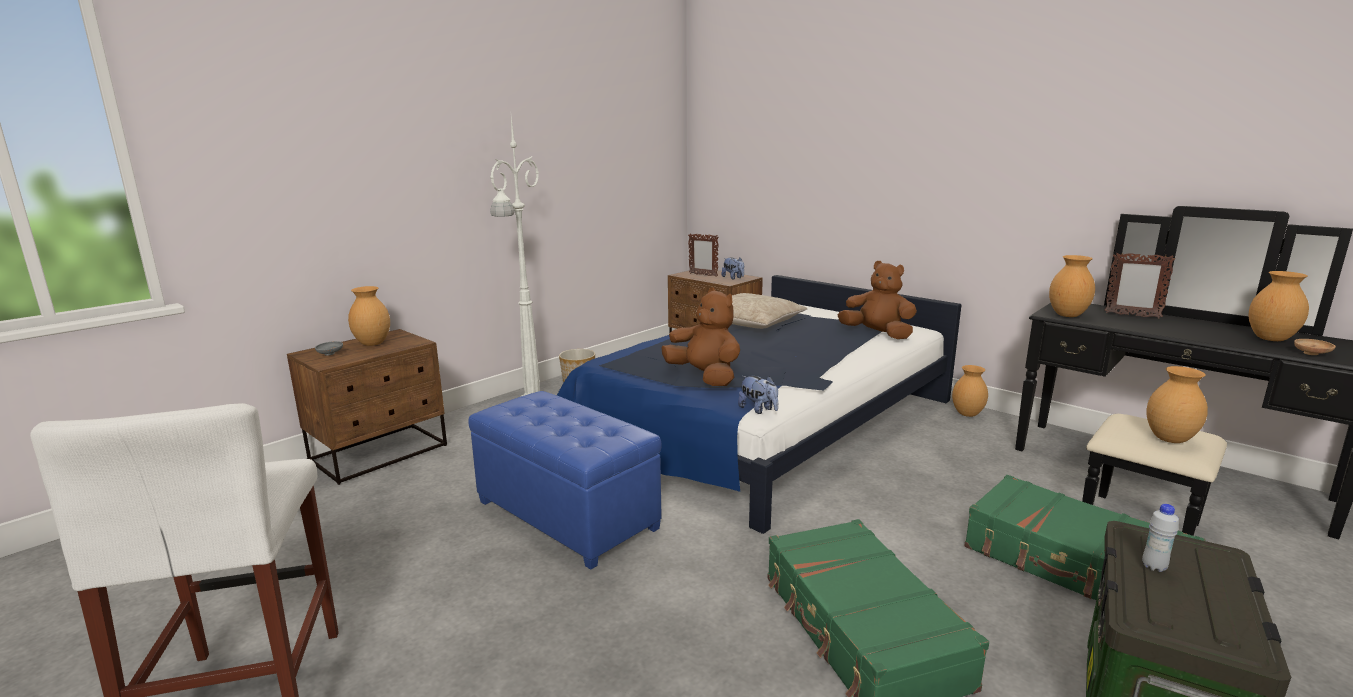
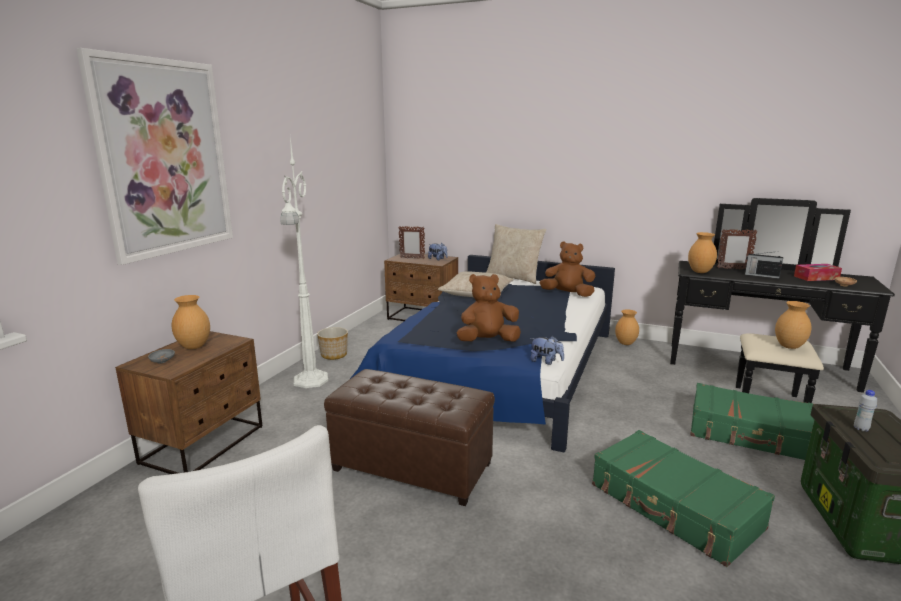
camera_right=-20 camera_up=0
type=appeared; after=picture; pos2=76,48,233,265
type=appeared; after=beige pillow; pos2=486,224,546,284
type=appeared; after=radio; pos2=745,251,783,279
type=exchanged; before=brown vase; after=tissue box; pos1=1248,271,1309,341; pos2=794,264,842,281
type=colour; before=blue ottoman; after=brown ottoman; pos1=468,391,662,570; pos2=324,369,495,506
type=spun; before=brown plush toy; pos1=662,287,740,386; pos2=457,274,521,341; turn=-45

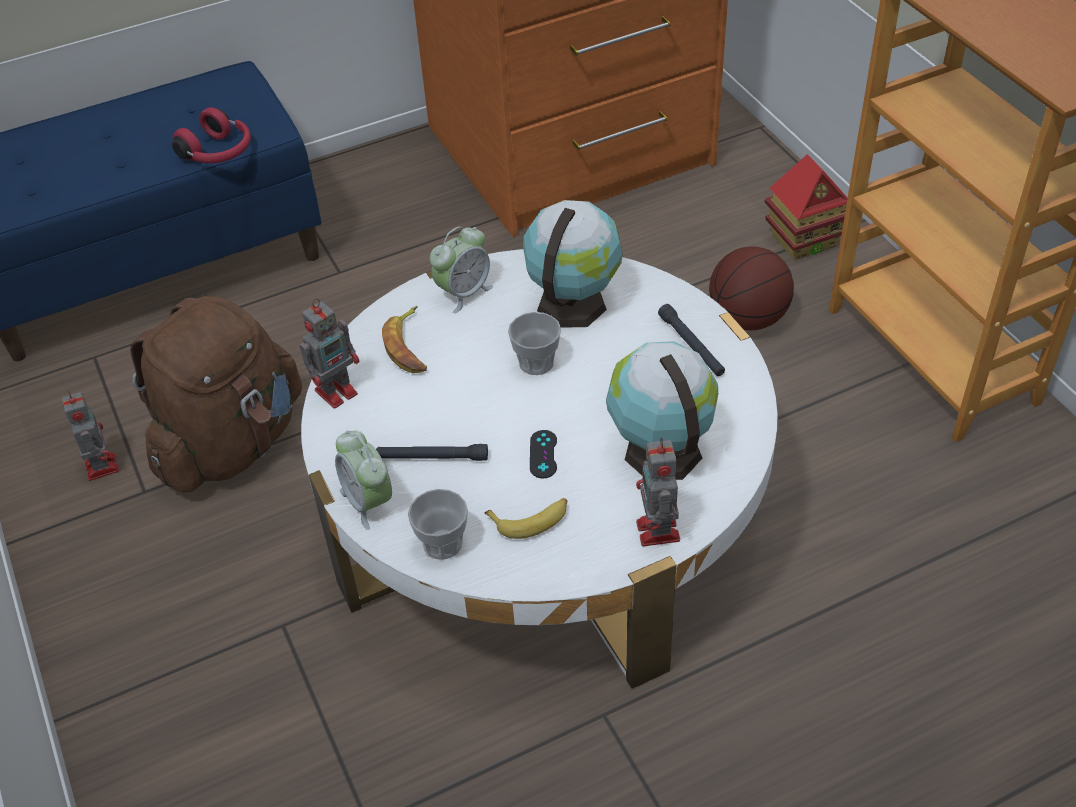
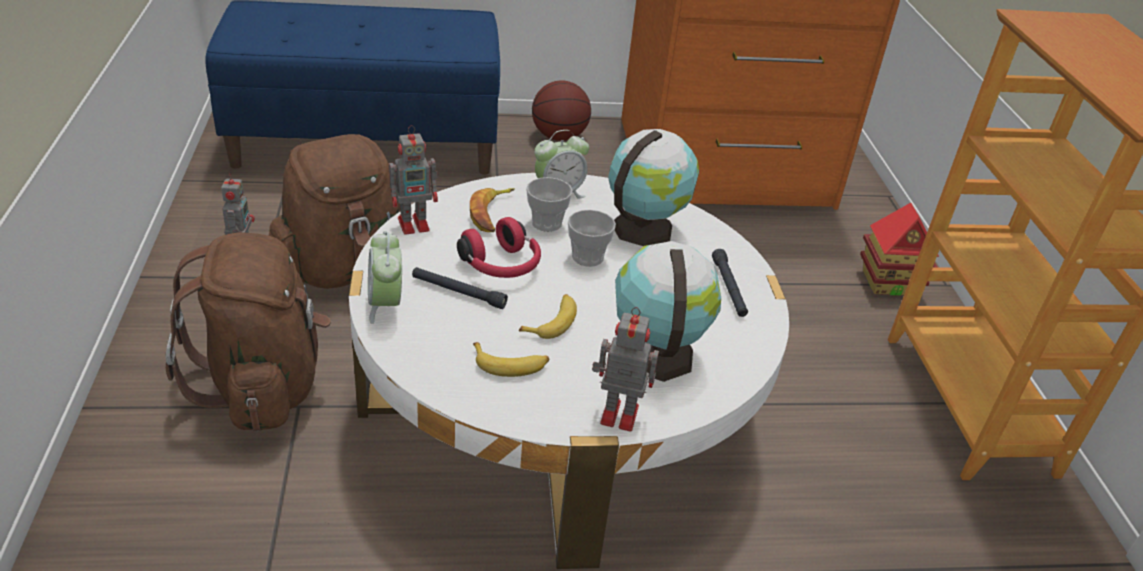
camera_right=15 camera_up=-10
type=appeared; after=brown backpack; pos2=165,232,331,431
type=relocated; before=red headphones; pos1=172,107,251,163; pos2=457,217,541,278
type=relocated; before=cup; pos1=408,489,468,560; pos2=526,177,572,232
type=relocated; before=basketball; pos1=709,246,794,330; pos2=532,80,591,141
type=exchanged; before=black game controller; after=banana; pos1=530,430,557,478; pos2=519,294,577,339
type=spun; before=toy robot; pos1=636,437,680,546; pos2=592,307,659,431; turn=90

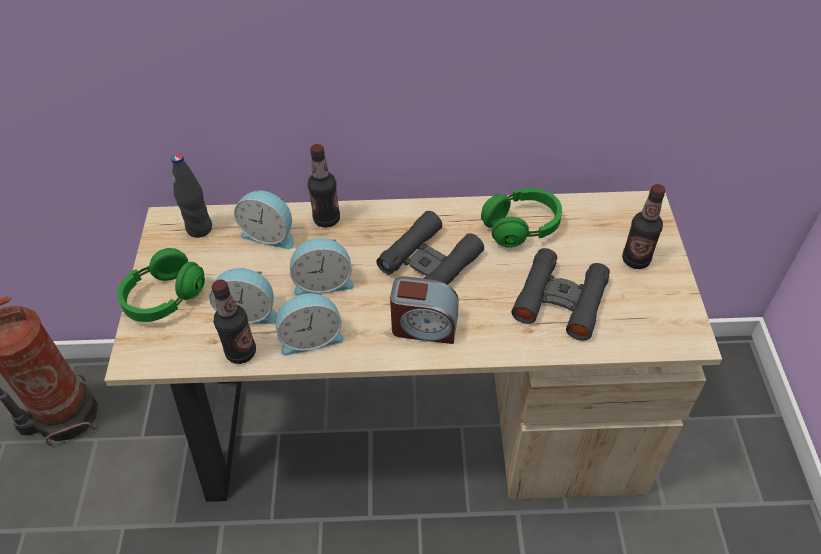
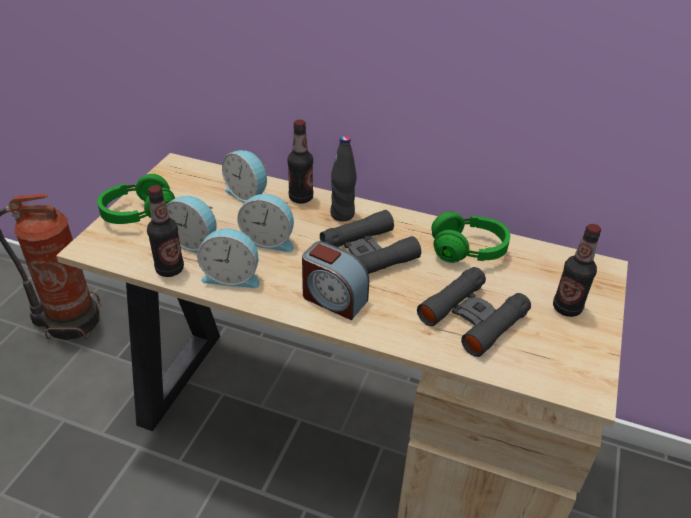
camera_right=20 camera_up=-10
type=relocated; before=black bottle; pos1=171,154,212,238; pos2=330,136,357,221

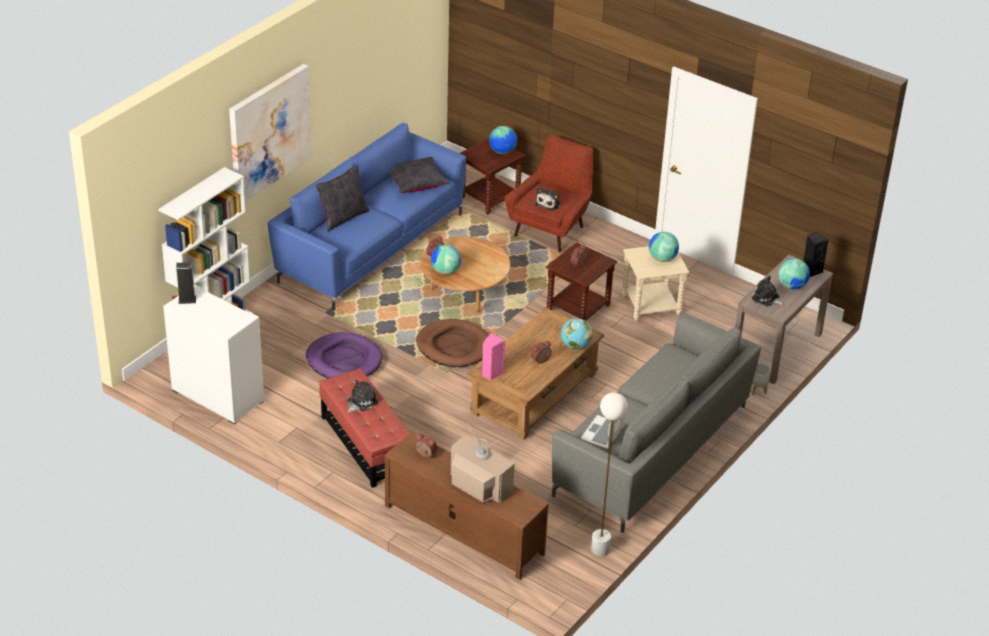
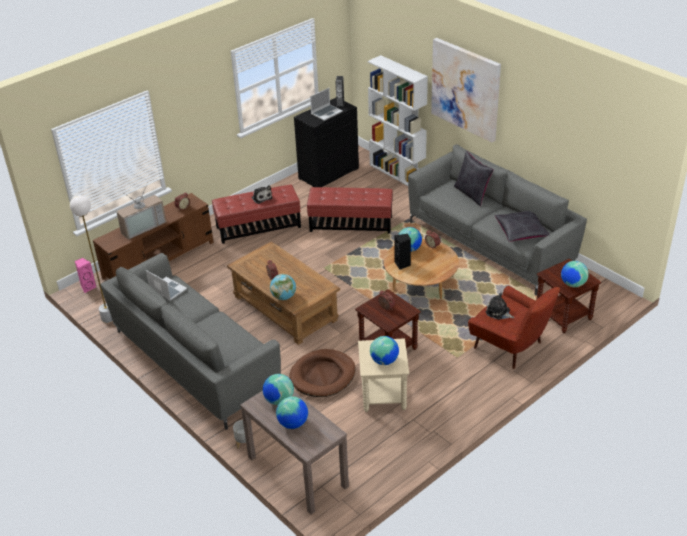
camera_right=105 camera_up=0
type=appeared; after=laptop; pos2=310,88,343,121
type=relocated; before=brown dog bed; pos1=416,319,489,367; pos2=289,349,355,397
type=relocated; before=pink speaker; pos1=482,333,505,381; pos2=75,258,97,293
type=relocated; before=black speaker; pos1=803,232,829,277; pos2=394,234,411,270
type=exchanged; before=purple dog bed; after=red ottoman; pos1=306,332,383,378; pos2=307,187,393,233
type=exchanged; before=plush toy; after=globe; pos1=751,275,785,306; pos2=263,374,294,405
type=colour; before=white cabinet; after=black cabinet; pos1=163,285,264,424; pos2=294,98,359,187
type=colour; before=blue sofa; after=grey sofa; pos1=268,123,466,311; pos2=408,144,587,296

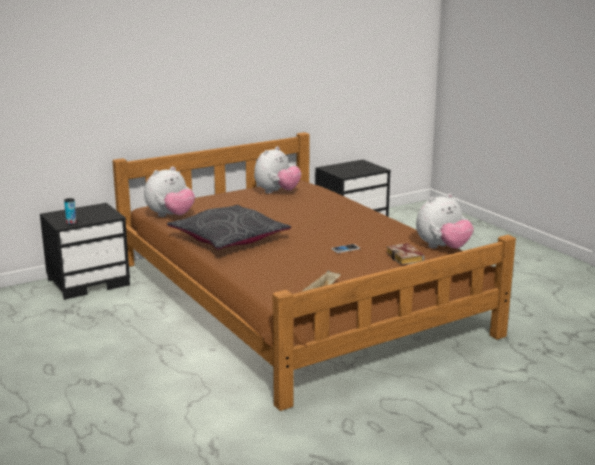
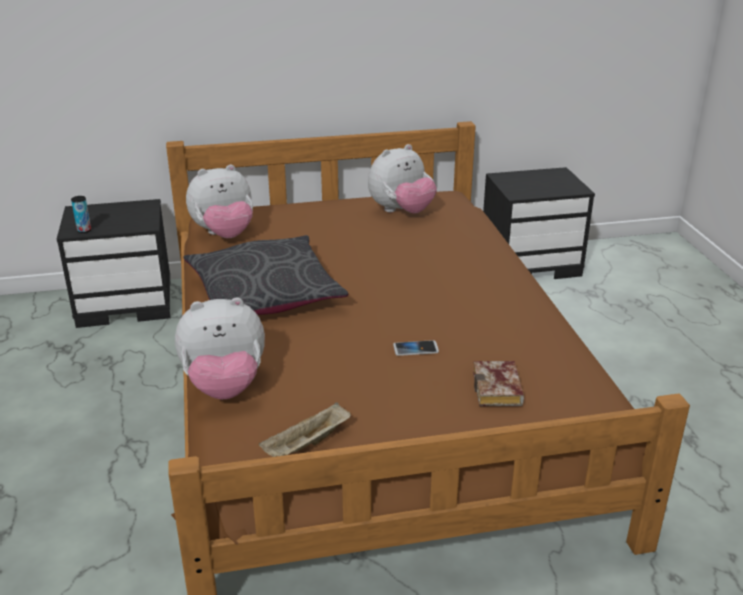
camera_right=20 camera_up=10
type=relocated; before=plush toy; pos1=416,193,474,249; pos2=175,297,265,399

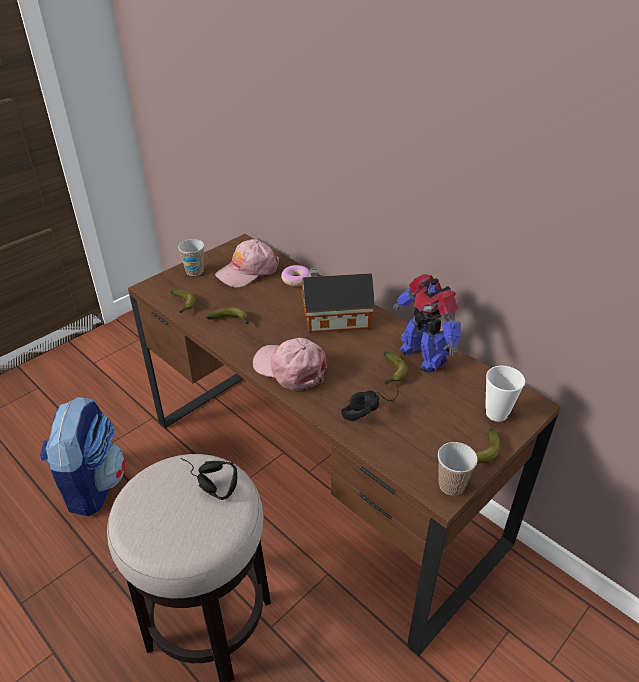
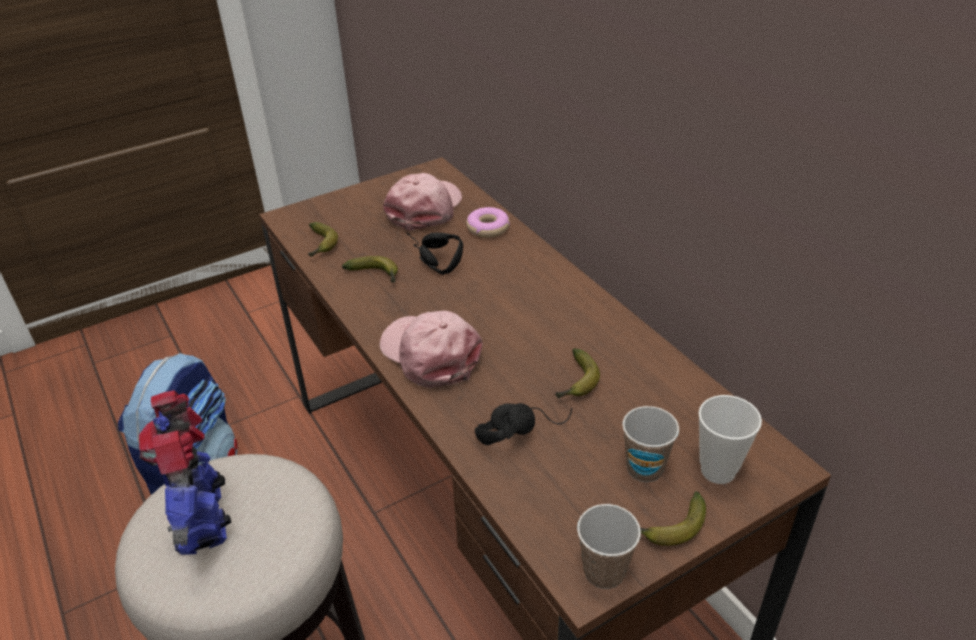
camera_right=15 camera_up=0
type=missing; before=toy house; pos1=301,268,375,333
type=relocated; before=cup; pos1=178,239,204,276; pos2=622,406,679,482
type=relocated; before=black headphones; pos1=181,458,237,500; pos2=406,232,463,275
type=relocated; before=toy robot; pos1=393,274,461,373; pos2=138,390,231,555
type=spun; before=pink cap; pos1=215,239,279,288; pos2=383,173,462,231; turn=135

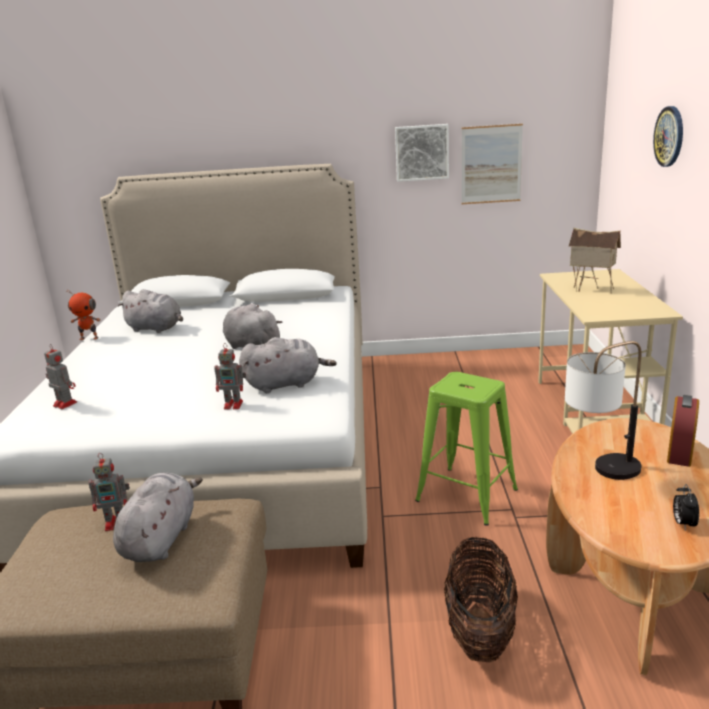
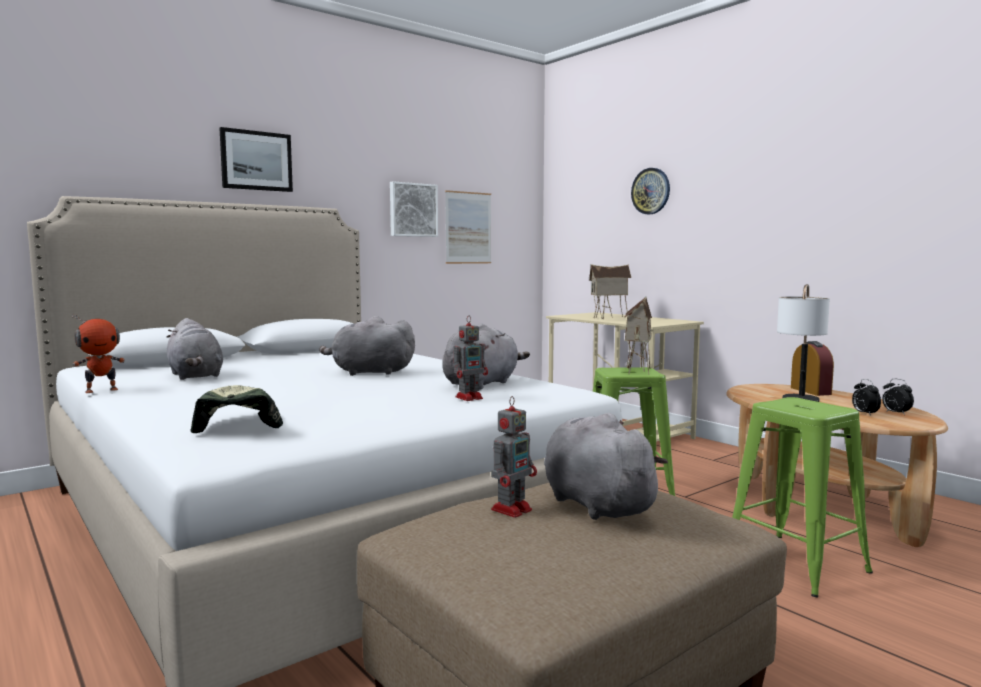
camera_right=-40 camera_up=-15
type=appeared; after=picture; pos2=219,127,293,192
type=appeared; after=toy house; pos2=624,297,652,374
type=appeared; after=alarm clock; pos2=852,379,881,416
type=exchanged; before=toy robot; after=cap; pos1=44,345,77,409; pos2=191,385,283,433
type=exchanged; before=basket; after=green stool; pos1=444,537,518,663; pos2=732,397,873,597
type=spun; before=grey plush toy; pos1=118,289,183,333; pos2=167,318,223,380; turn=75

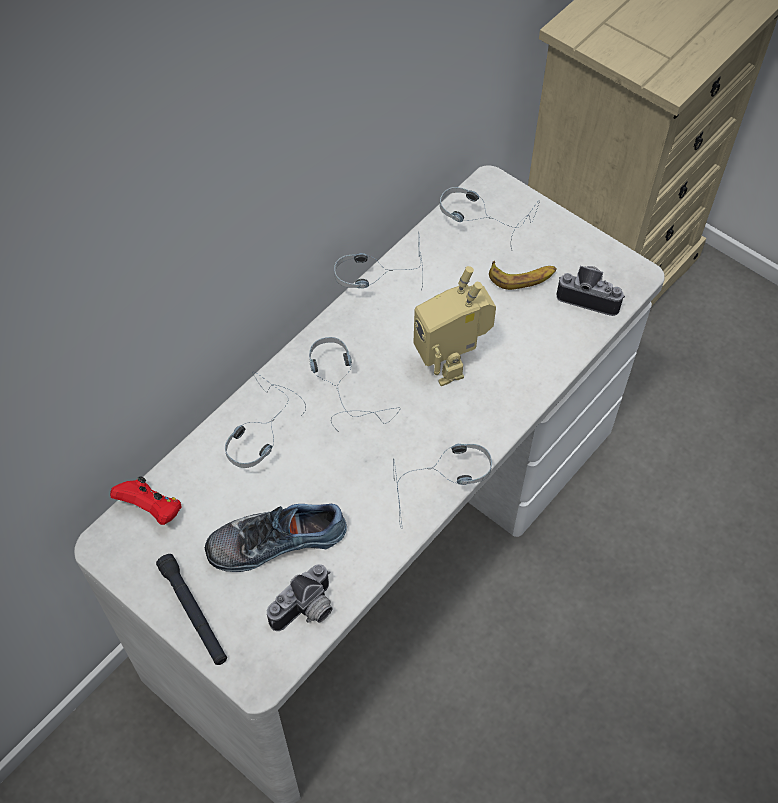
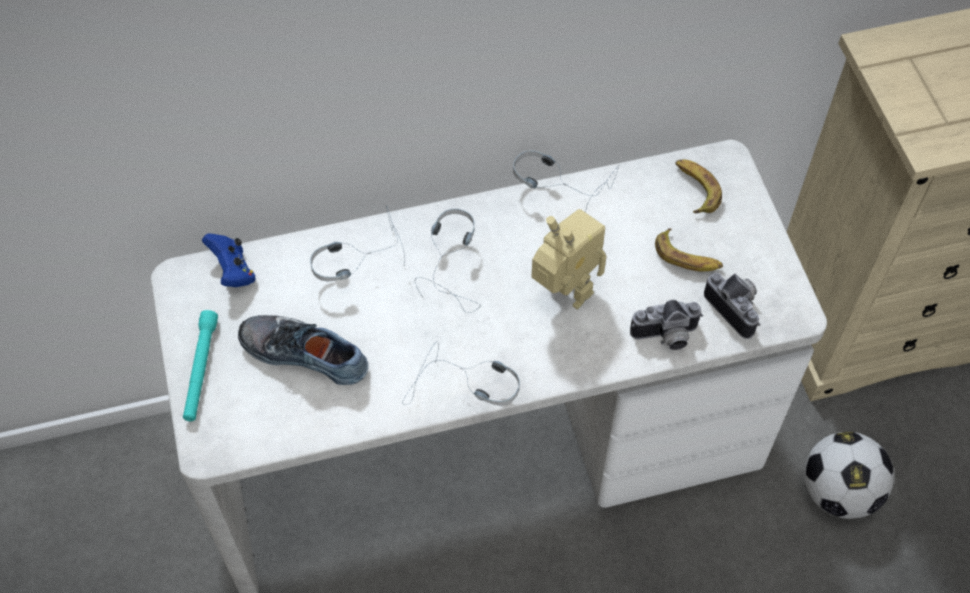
camera_right=35 camera_up=0
type=appeared; after=football; pos2=804,432,894,519
type=relocated; before=photo camera; pos1=267,564,332,631; pos2=630,300,703,350
type=exchanged; before=headphones; after=banana; pos1=440,187,540,249; pos2=675,160,722,213
type=colour; before=red game controller; after=blue game controller; pos1=110,476,181,525; pos2=202,233,256,287
type=colour; before=black flashlight; after=turquoise flashlight; pos1=156,554,227,665; pos2=183,310,218,421
type=spun; before=toy robot; pos1=413,266,496,386; pos2=531,209,606,309; turn=120

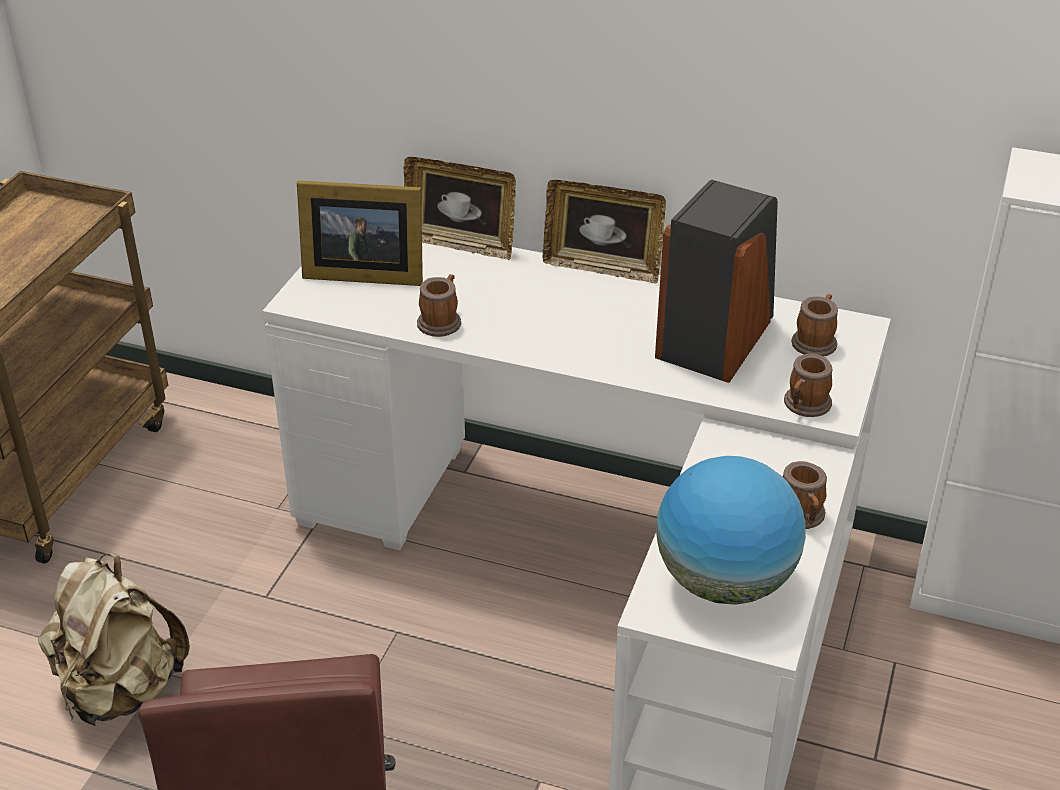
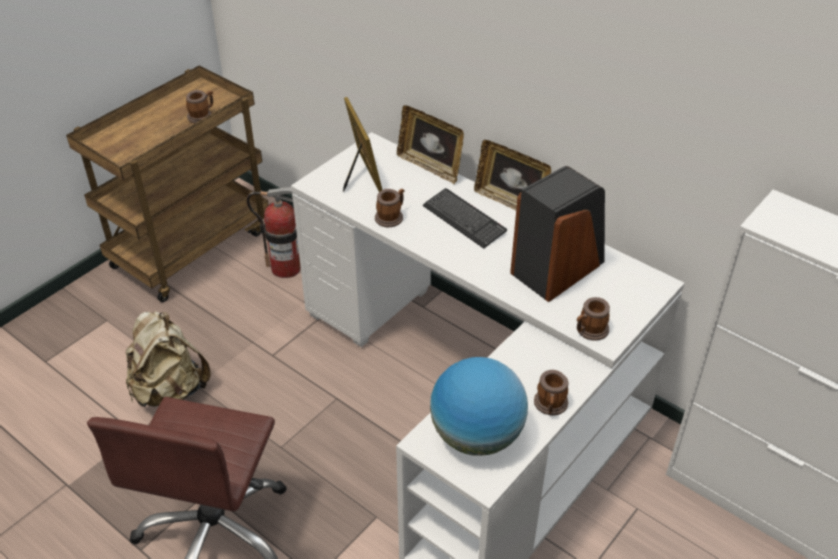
camera_right=20 camera_up=5
type=appeared; after=fire extinguisher; pos2=246,187,301,278
type=appeared; after=keyboard; pos2=423,188,507,249
type=relocated; before=mug; pos1=791,294,838,357; pos2=186,90,213,123
type=spun; before=picture frame; pos1=297,180,423,286; pos2=343,97,382,192; turn=-135

